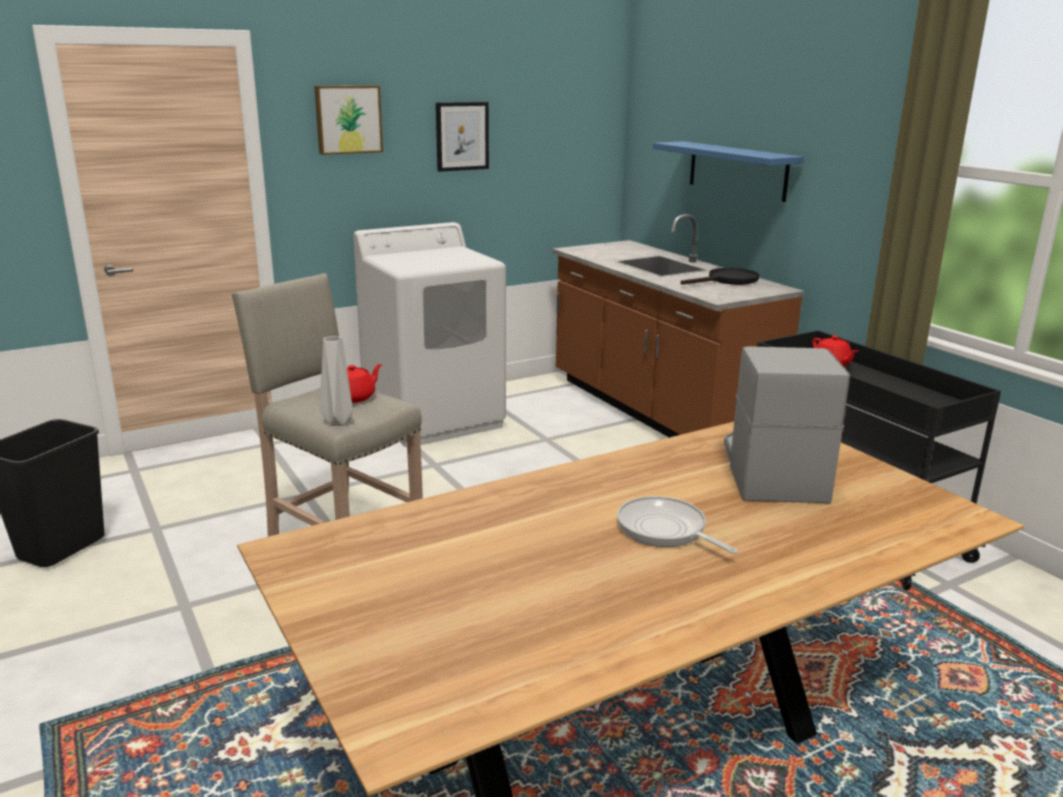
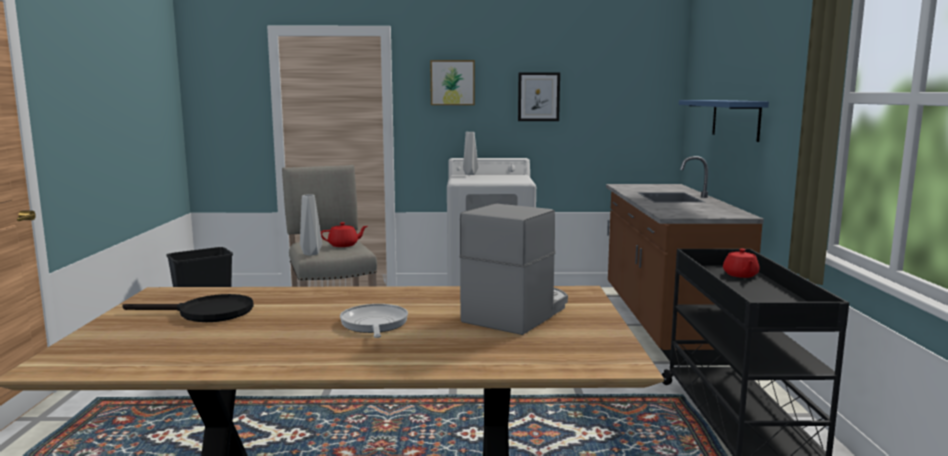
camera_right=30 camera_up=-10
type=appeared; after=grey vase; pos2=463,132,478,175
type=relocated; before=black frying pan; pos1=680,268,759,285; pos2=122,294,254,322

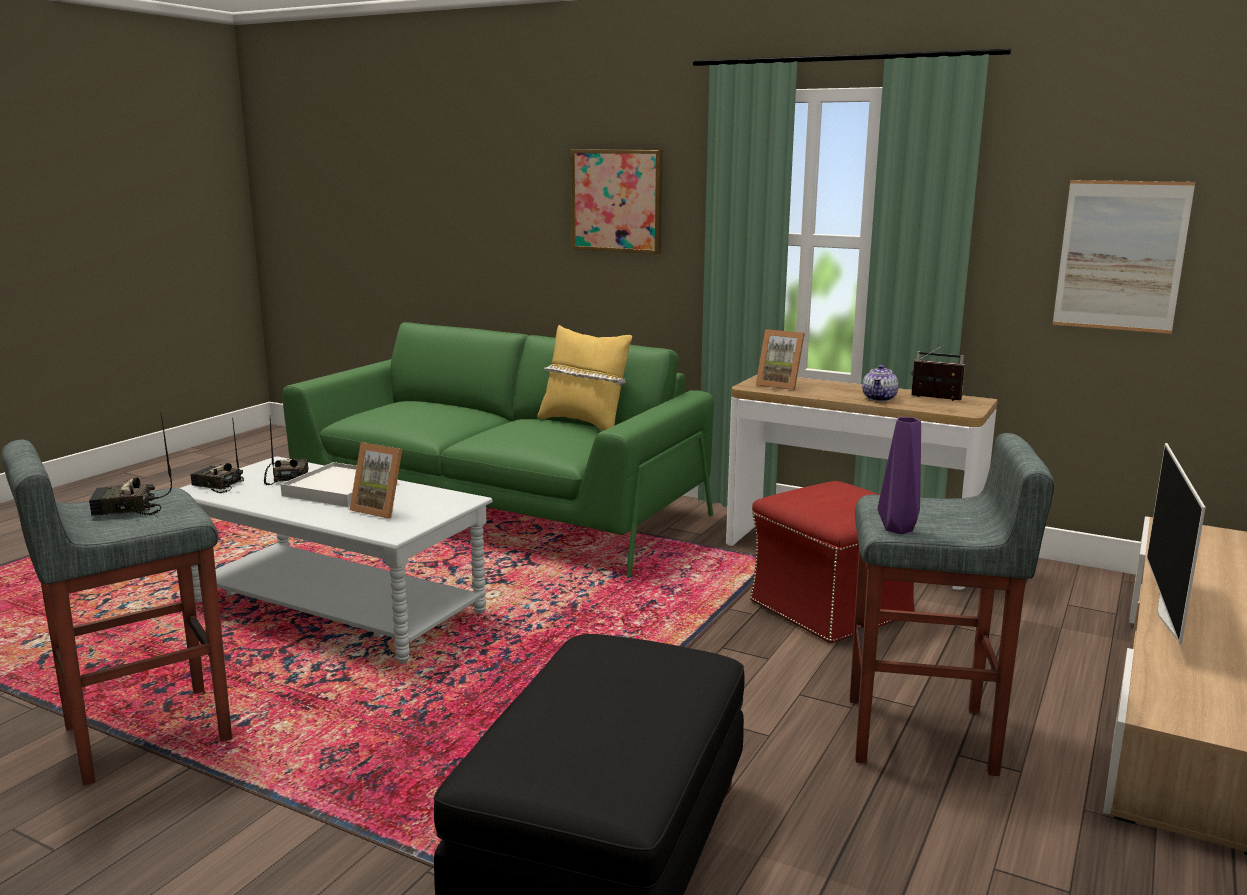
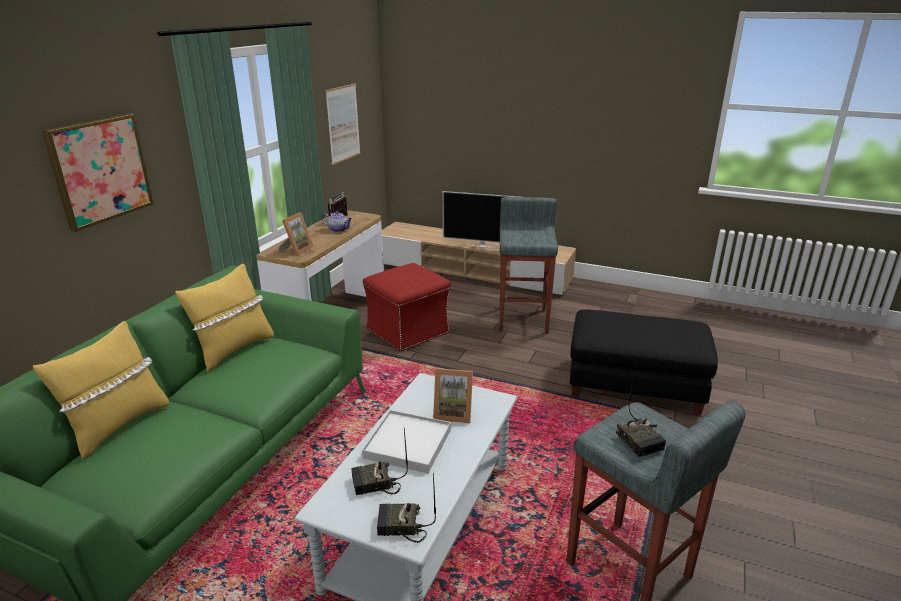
camera_right=-95 camera_up=10
type=missing; before=purple vase; pos1=878,417,921,534
type=appeared; after=yellow pillow; pos2=33,321,169,460
type=spun; before=radio; pos1=190,418,244,493; pos2=377,473,436,543; turn=75
type=spun; before=picture frame; pos1=350,442,402,519; pos2=433,368,473,423; turn=75

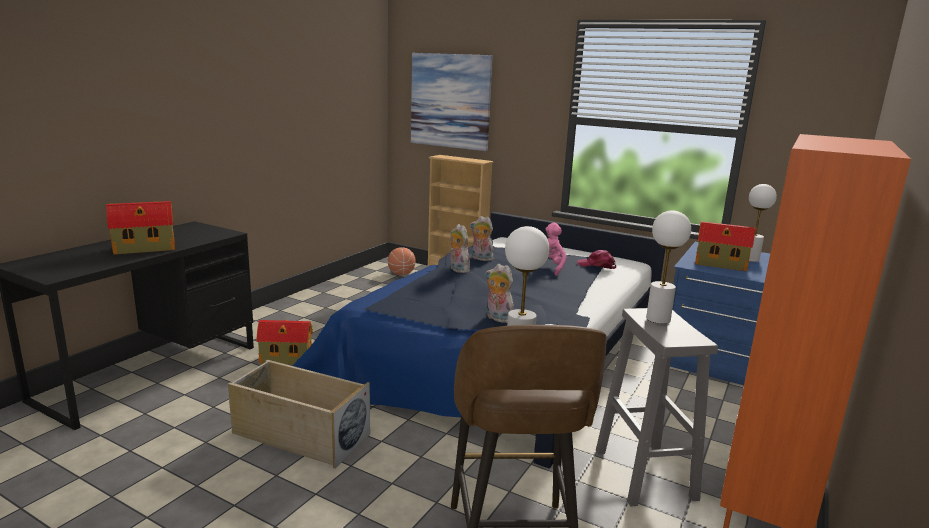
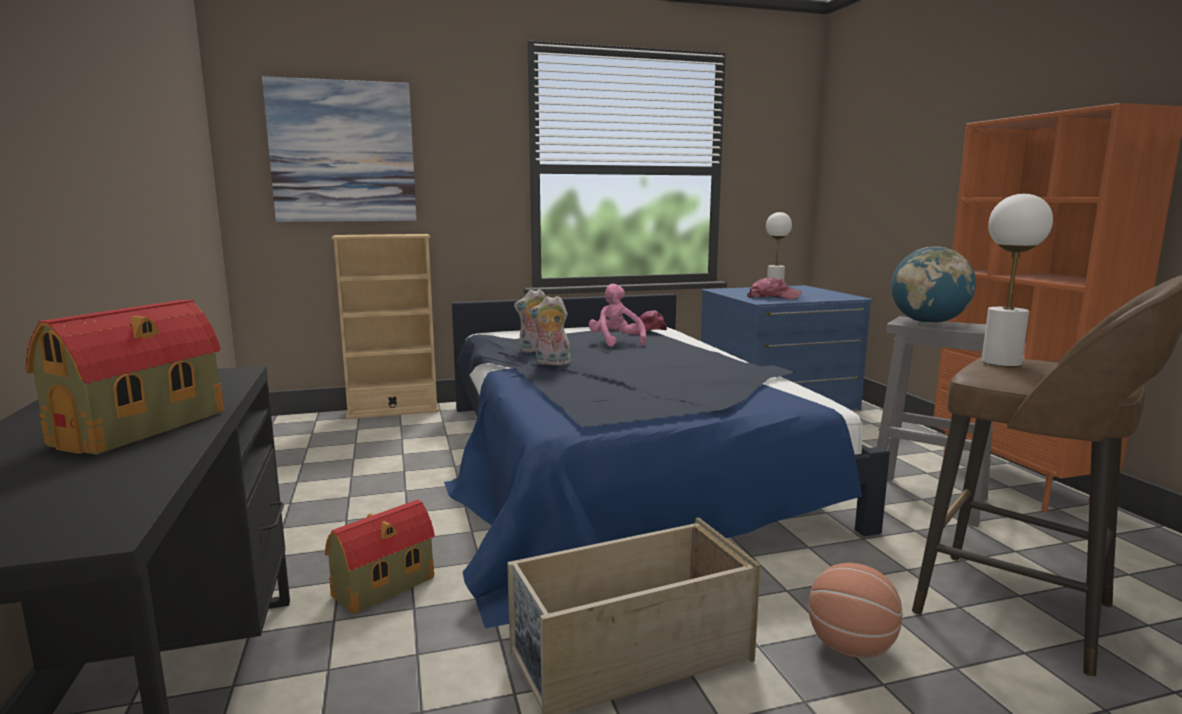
camera_right=-45 camera_up=-5
type=missing; before=plush toy; pos1=485,264,514,323
type=relocated; before=basketball; pos1=388,247,416,275; pos2=808,563,903,658
type=exchanged; before=white table lamp; after=globe; pos1=646,210,691,324; pos2=891,247,976,323
type=exchanged; before=toy house; after=cap; pos1=695,221,755,271; pos2=747,277,802,299

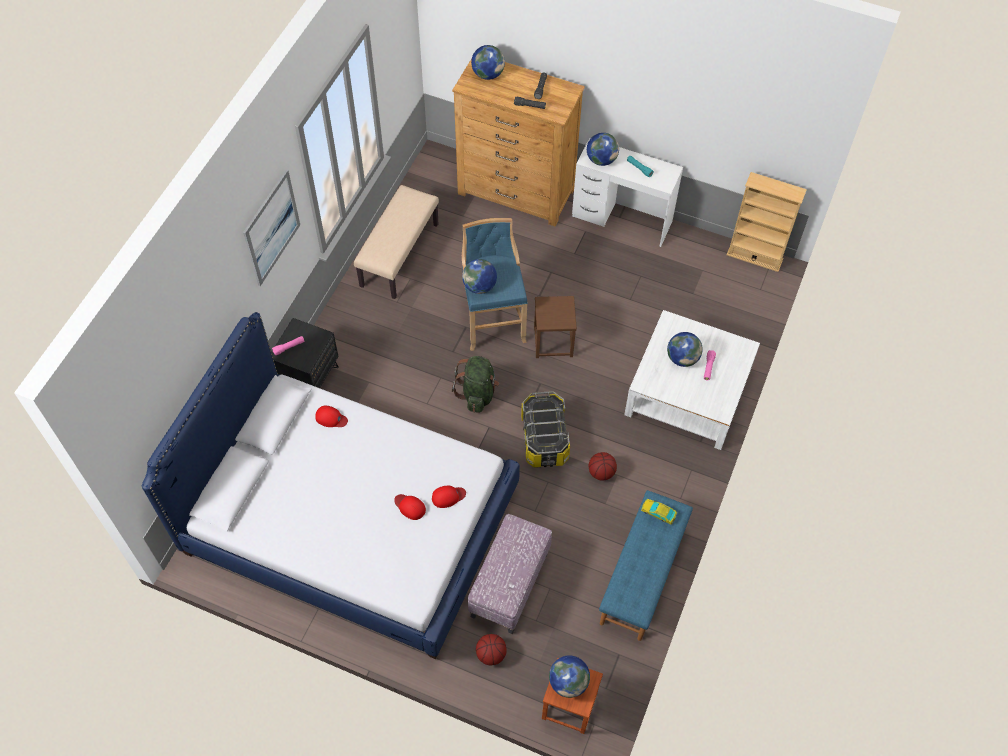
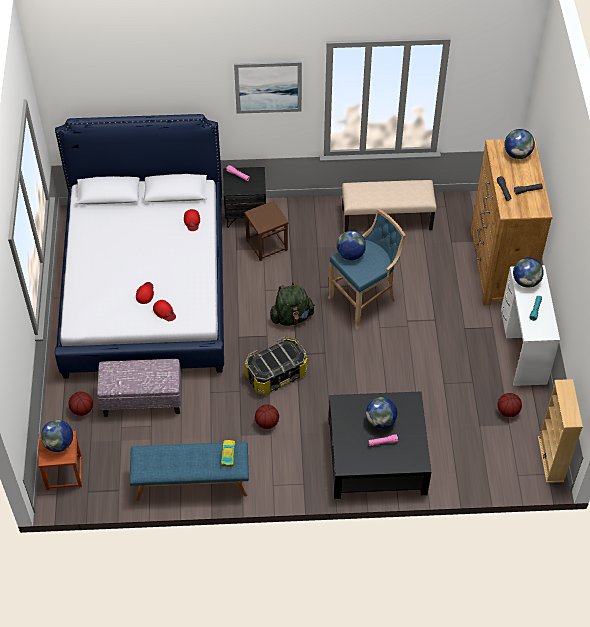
camera_right=65 camera_up=-5
type=appeared; after=basketball; pos2=497,393,522,417
type=relocated; before=brown stool; pos1=534,296,577,358; pos2=244,201,288,261
type=colour; before=white coffee table; after=black coffee table; pos1=624,310,760,450; pos2=329,392,431,499

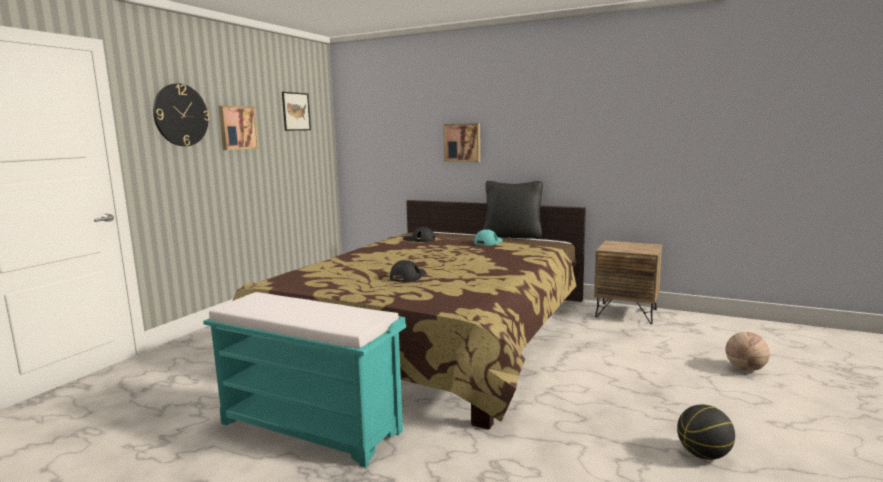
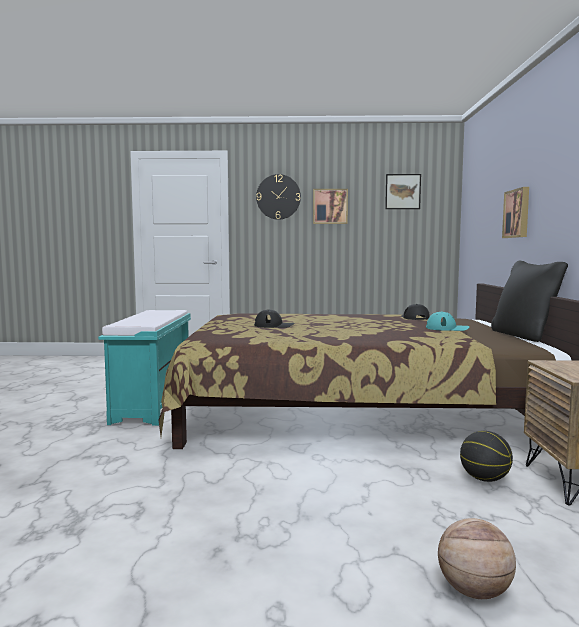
camera_right=65 camera_up=-5
type=relocated; before=basketball; pos1=677,404,735,460; pos2=460,431,513,482

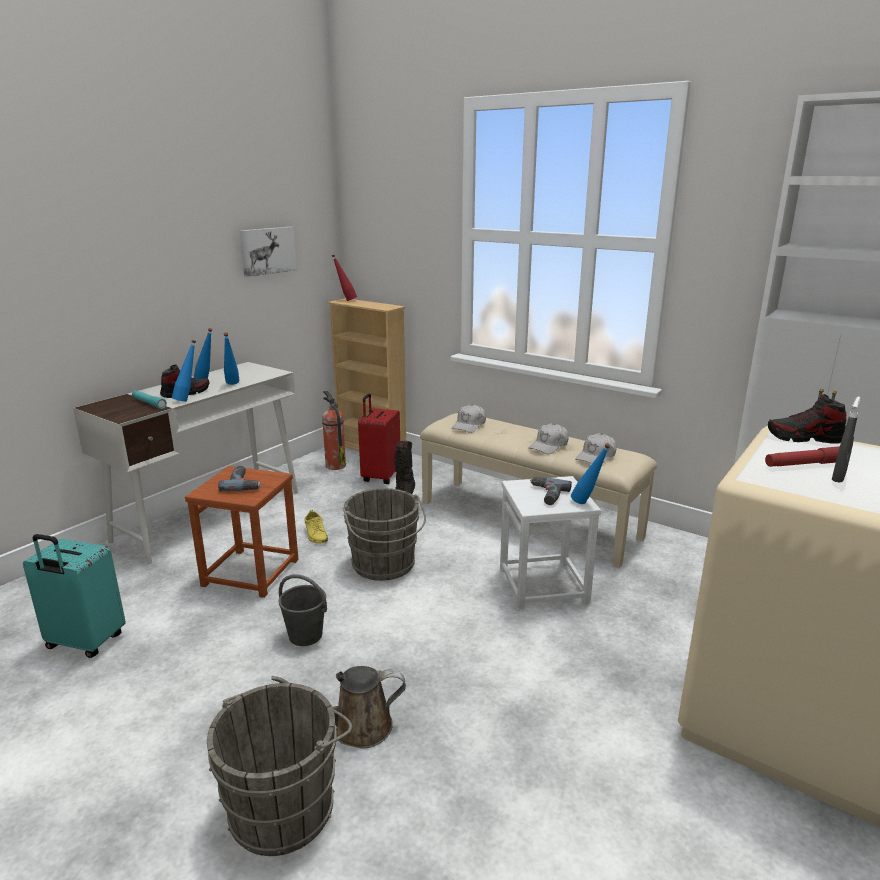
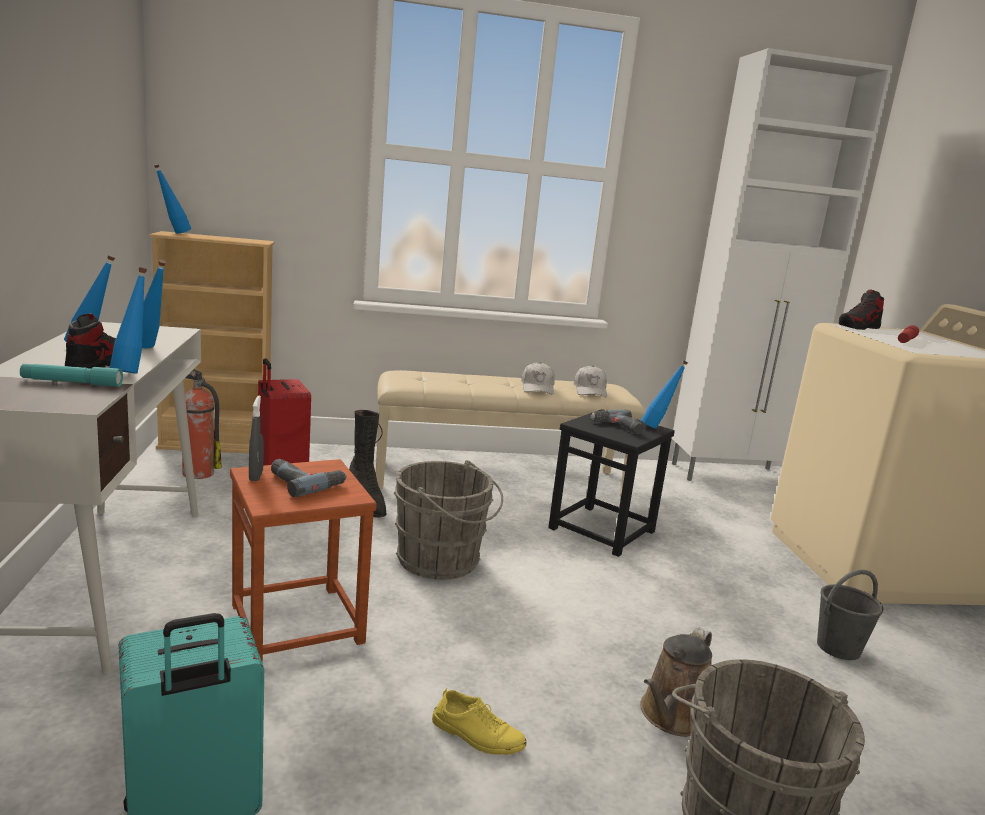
camera_right=-45 camera_up=-5
type=missing; before=picture; pos1=239,227,297,277
type=missing; before=white cap; pos1=452,404,486,433
type=relocated; before=grey bucket; pos1=278,574,327,646; pos2=817,569,883,660
type=relocated; before=yellow shoe; pos1=304,510,328,544; pos2=432,688,526,755
type=relocated; before=grey spray bottle; pos1=832,396,861,483; pos2=249,395,264,481
type=colour; before=red bottle; after=blue bottle; pos1=332,255,357,301; pos2=154,164,191,234
type=colour; before=white stool; after=black stool; pos1=500,476,601,610; pos2=548,409,675,557

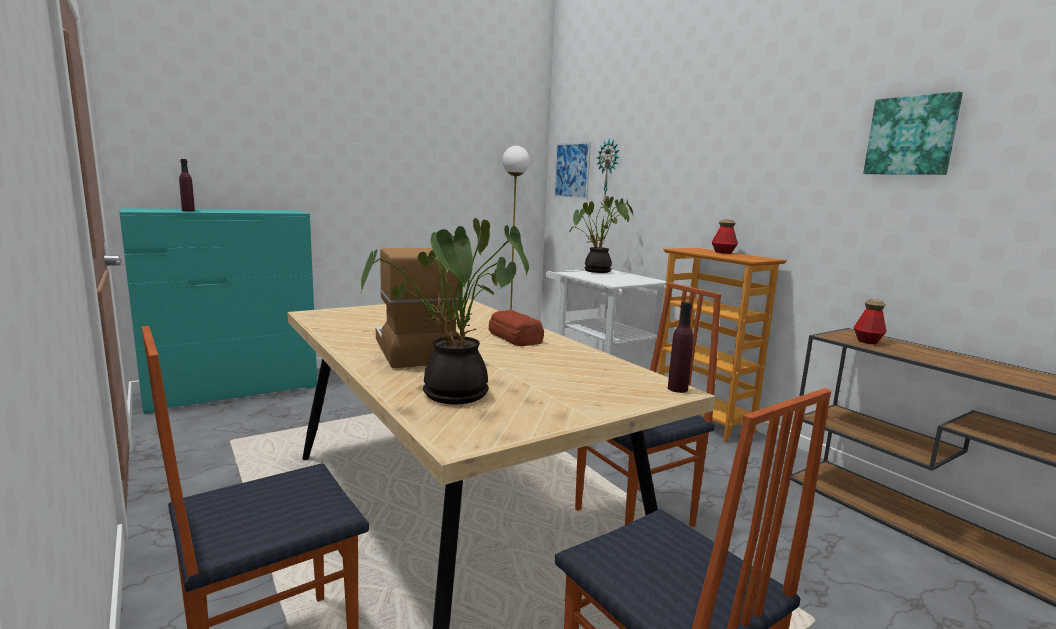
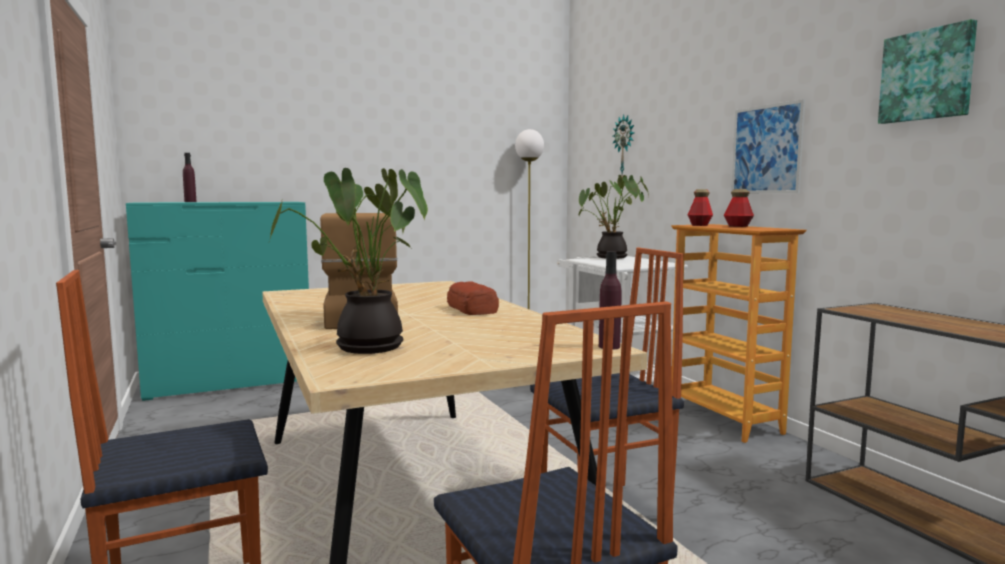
camera_right=10 camera_up=-5
type=relocated; before=picture; pos1=554,141,591,199; pos2=731,99,805,193
type=relocated; before=bottle; pos1=854,299,887,344; pos2=688,189,713,226

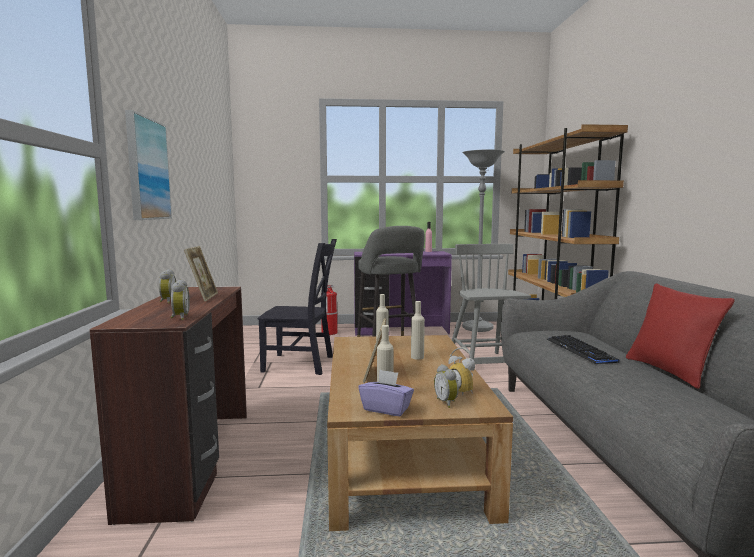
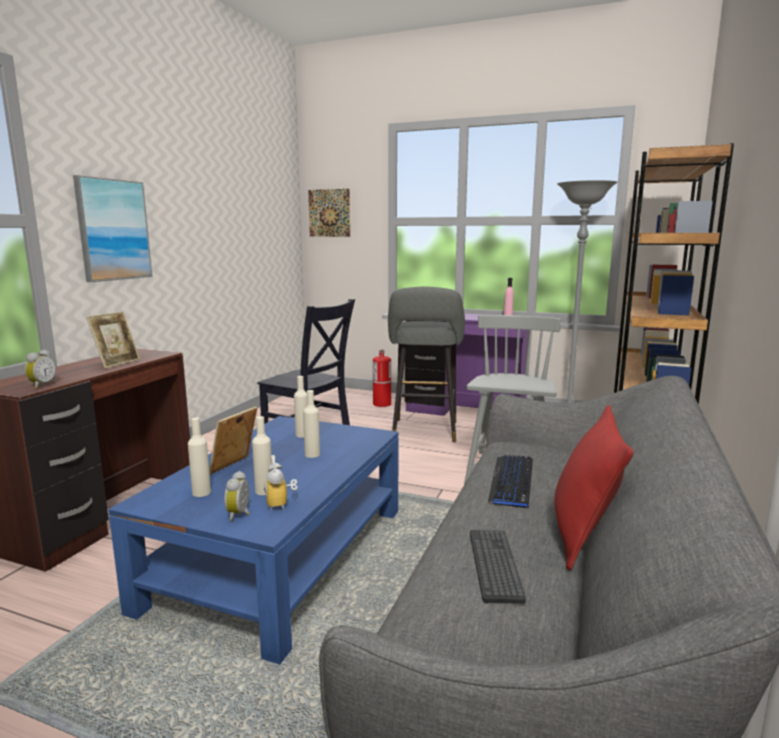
camera_right=25 camera_up=5
type=missing; before=alarm clock; pos1=159,269,176,304
type=missing; before=purple tissue box; pos1=359,369,414,416
type=appeared; after=beige bottle; pos2=252,416,272,495
type=appeared; after=picture; pos2=308,189,350,237
type=appeared; after=keyboard; pos2=470,529,526,604
type=colour; before=brown coffee table; after=blue coffee table; pos1=327,335,513,531; pos2=108,416,399,665

